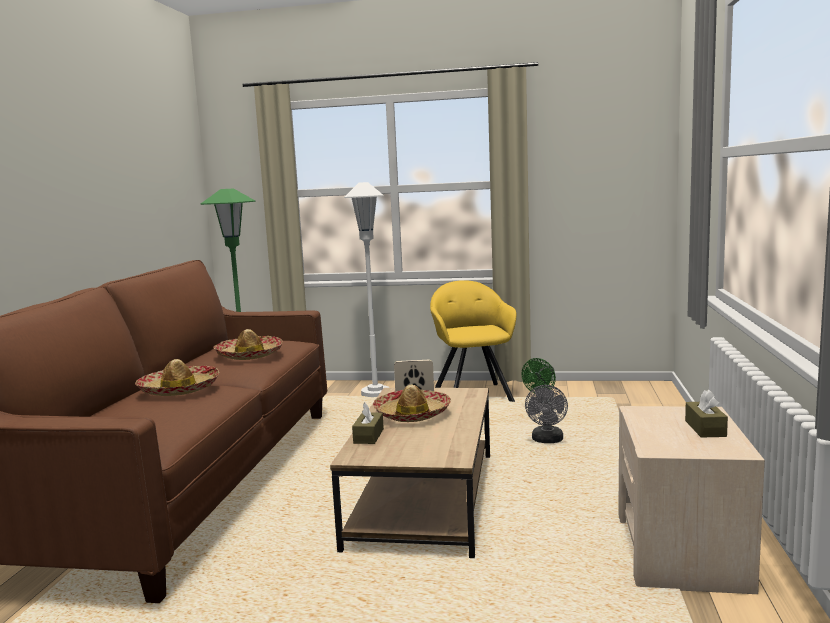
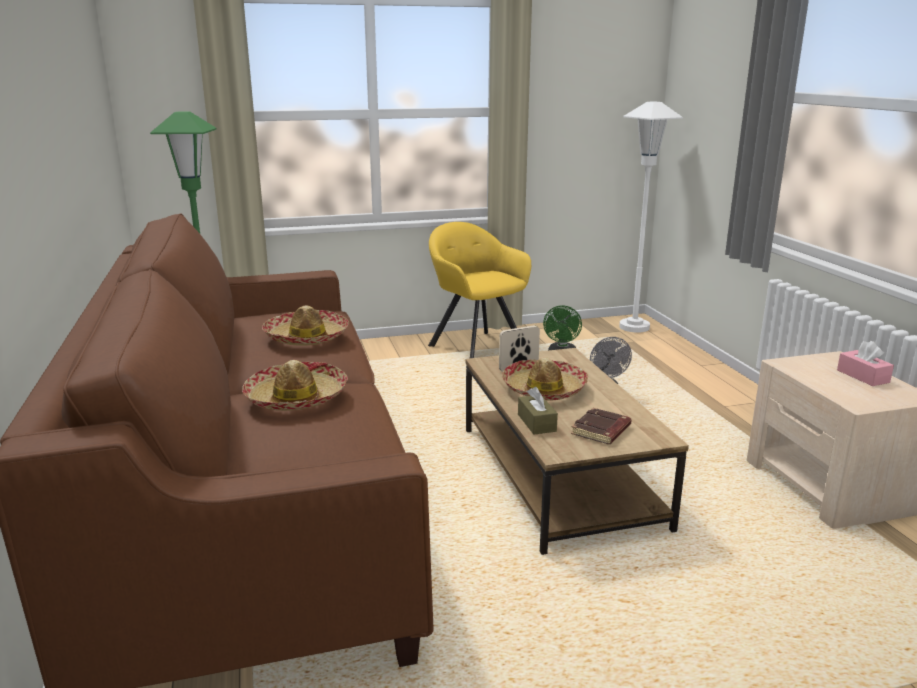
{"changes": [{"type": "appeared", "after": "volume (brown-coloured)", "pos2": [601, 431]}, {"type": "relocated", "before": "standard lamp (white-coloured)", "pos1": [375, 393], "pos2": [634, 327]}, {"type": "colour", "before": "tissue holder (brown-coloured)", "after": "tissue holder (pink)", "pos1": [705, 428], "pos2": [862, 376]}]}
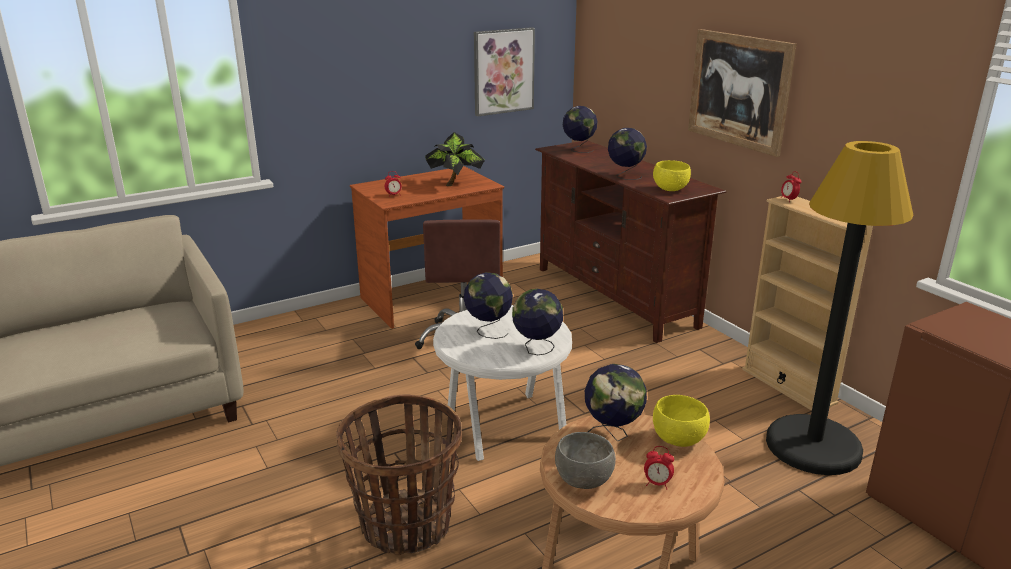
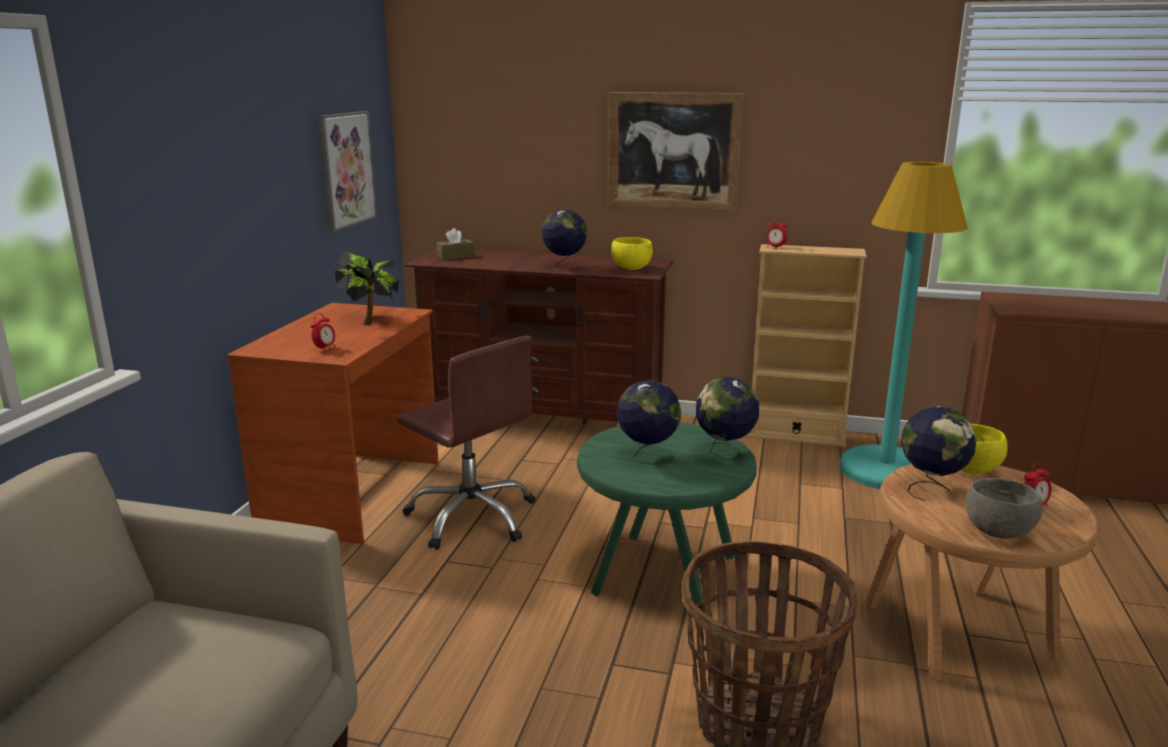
{"changes": [{"type": "exchanged", "before": "world globe", "after": "tissue holder (brown-coloured)", "pos1": [578, 149], "pos2": [455, 256]}, {"type": "colour", "before": "side table (white-coloured)", "after": "side table (green)", "pos1": [503, 426], "pos2": [662, 577]}, {"type": "colour", "before": "standard lamp (blackish)", "after": "standard lamp (blue-green)", "pos1": [813, 446], "pos2": [885, 470]}]}
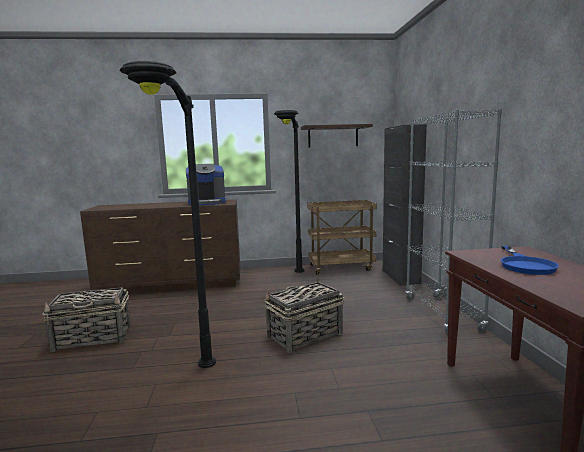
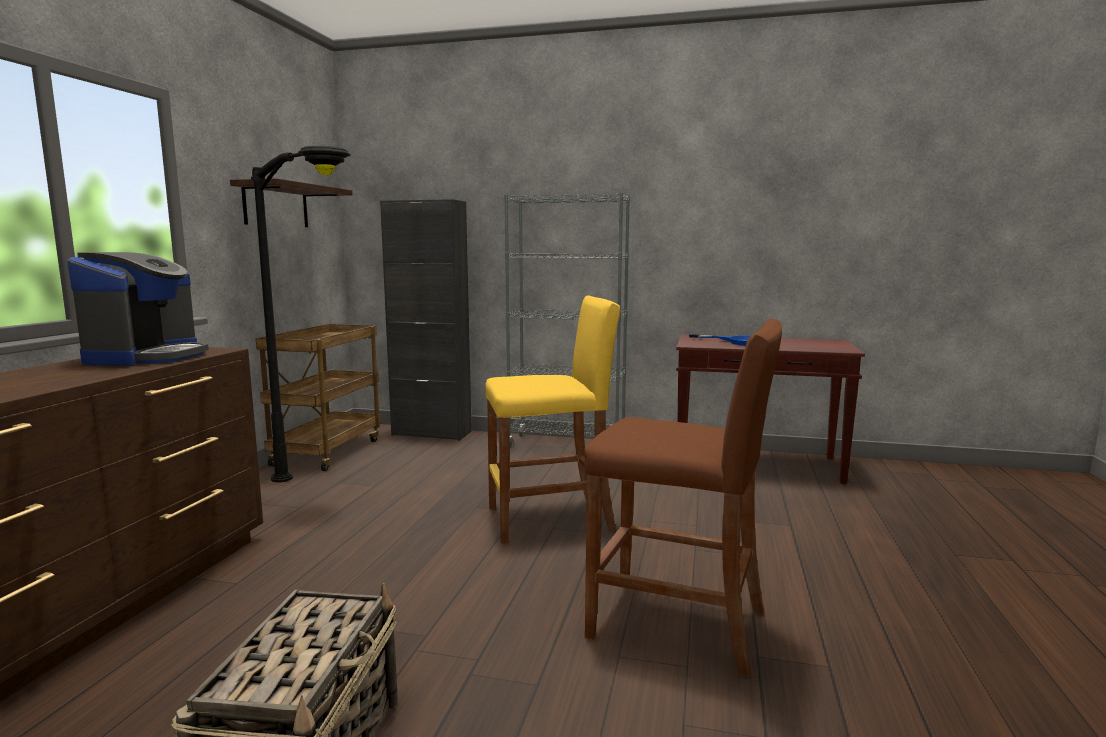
{"changes": [{"type": "exchanged", "before": "household basket", "after": "stool (yellowish)", "pos1": [304, 335], "pos2": [550, 519]}, {"type": "exchanged", "before": "standard lamp (blackish)", "after": "stool (brown-coloured)", "pos1": [189, 398], "pos2": [678, 624]}]}
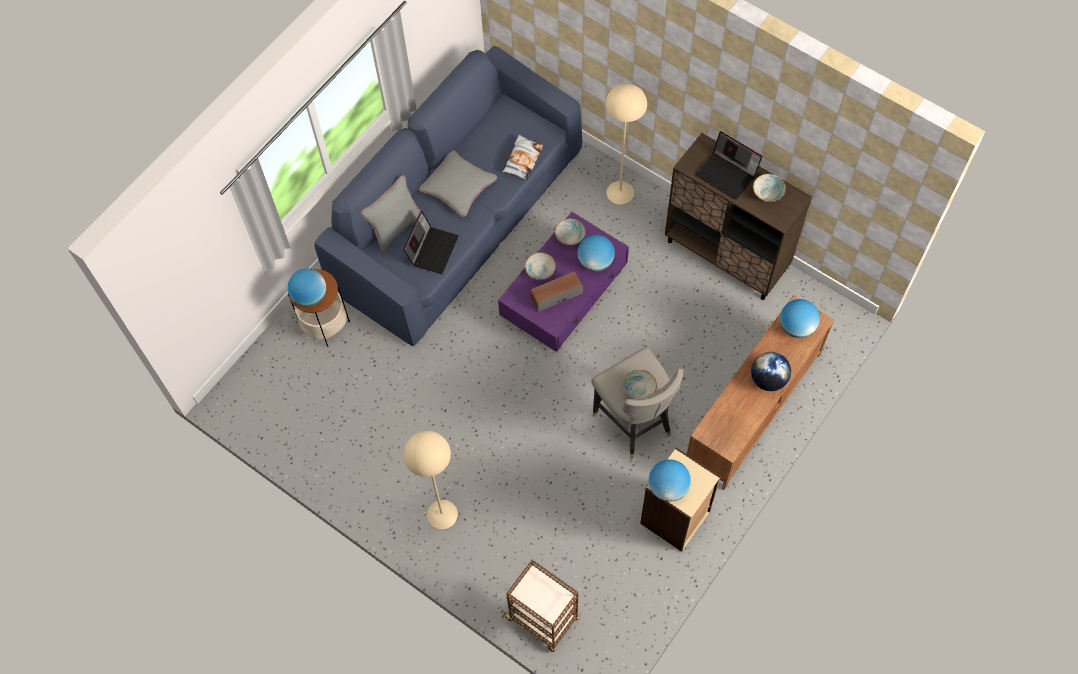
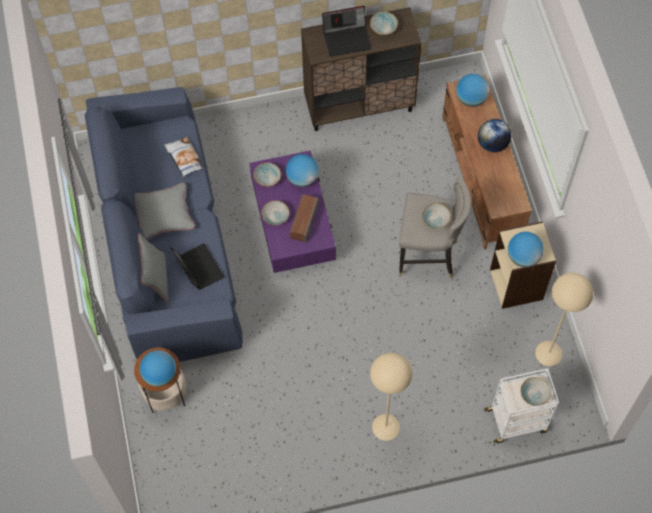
{"changes": [{"type": "colour", "before": "cart (brown-coloured)", "after": "cart (white-coloured)", "pos1": [543, 619], "pos2": [517, 420]}, {"type": "appeared", "after": "bowl", "pos2": [534, 394]}, {"type": "relocated", "before": "standard lamp (beige)", "pos1": [620, 192], "pos2": [549, 353]}]}
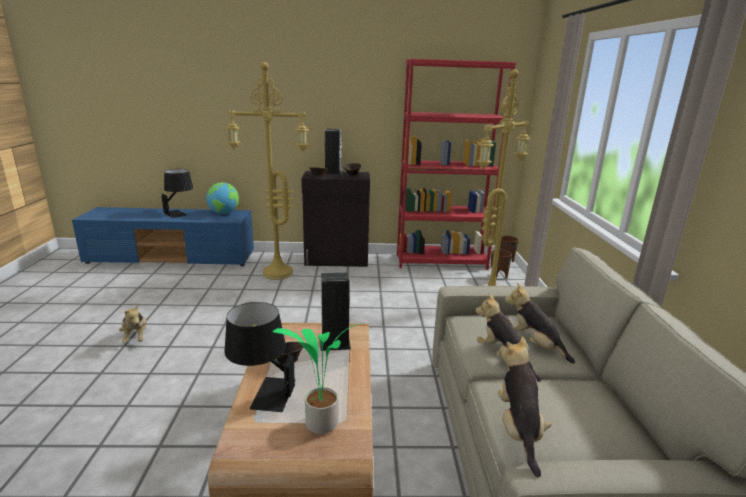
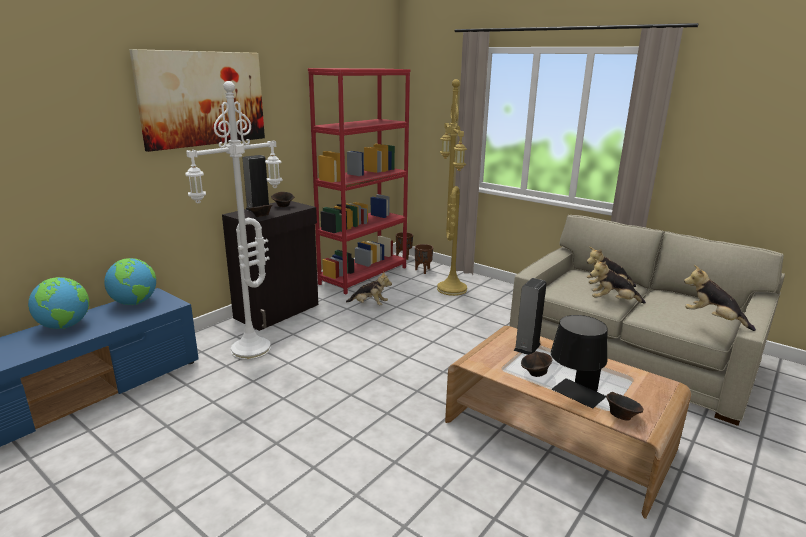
{"changes": [{"type": "exchanged", "before": "table lamp (blackish)", "after": "world globe", "pos1": [180, 212], "pos2": [65, 326]}, {"type": "appeared", "after": "wall art", "pos2": [203, 98]}, {"type": "colour", "before": "standard lamp (yellowish)", "after": "standard lamp (white-coloured)", "pos1": [276, 274], "pos2": [251, 351]}, {"type": "relocated", "before": "cuddly toy", "pos1": [136, 337], "pos2": [369, 305]}, {"type": "appeared", "after": "bowl (brown-coloured)", "pos2": [621, 416]}, {"type": "missing", "before": "houseplant", "pos1": [320, 424]}]}
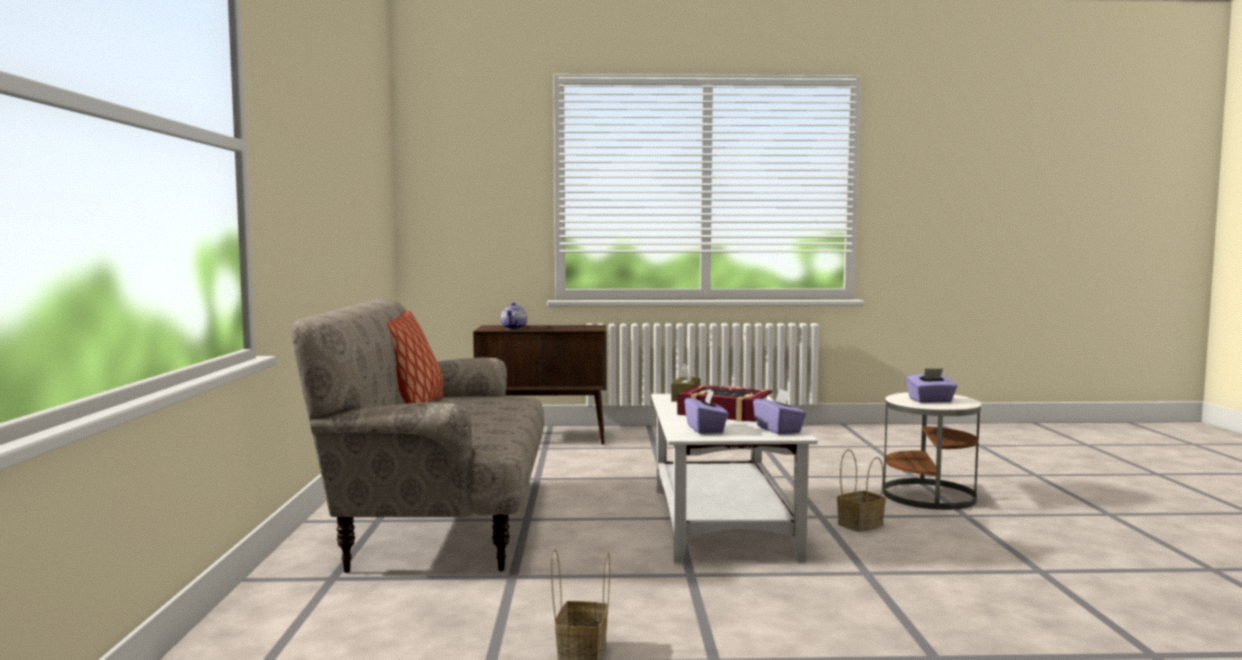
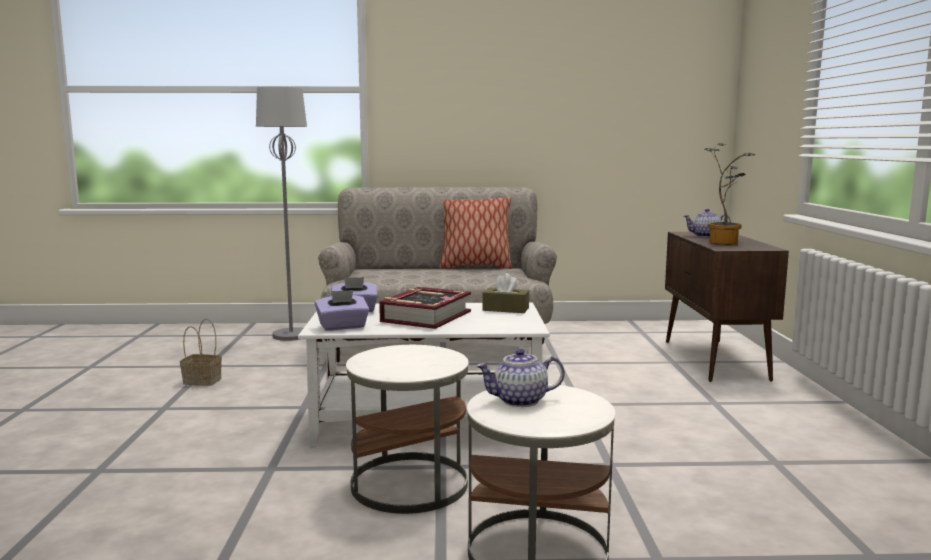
{"changes": [{"type": "appeared", "after": "standard lamp (gray)", "pos2": [291, 335]}, {"type": "exchanged", "before": "household basket", "after": "side table (white-coloured)", "pos1": [860, 524], "pos2": [410, 484]}, {"type": "exchanged", "before": "tissue holder (purplish)", "after": "teapot", "pos1": [930, 401], "pos2": [519, 401]}, {"type": "appeared", "after": "houseplant", "pos2": [724, 242]}]}
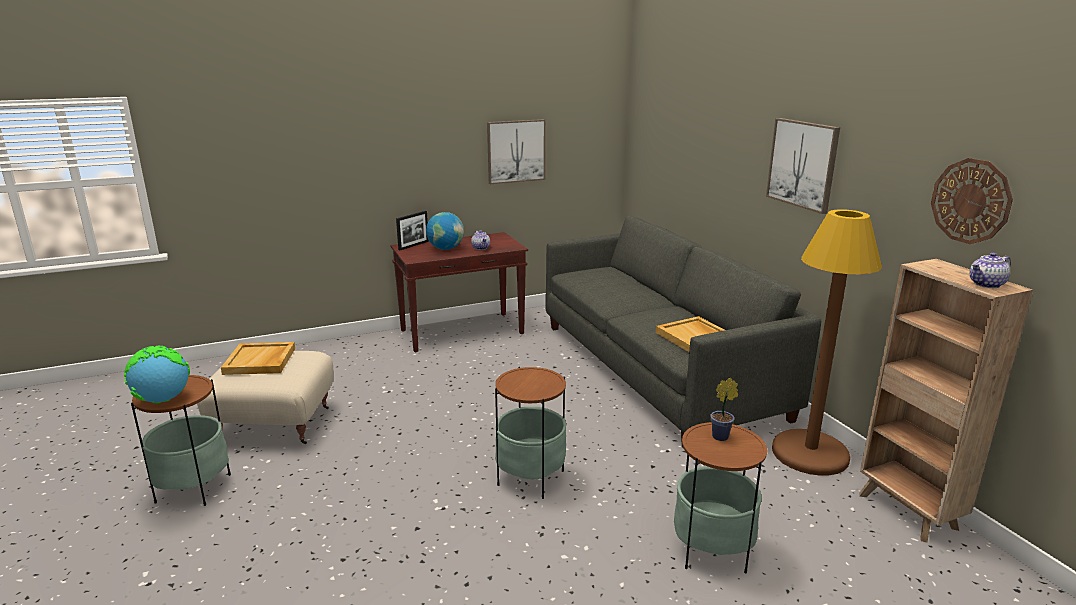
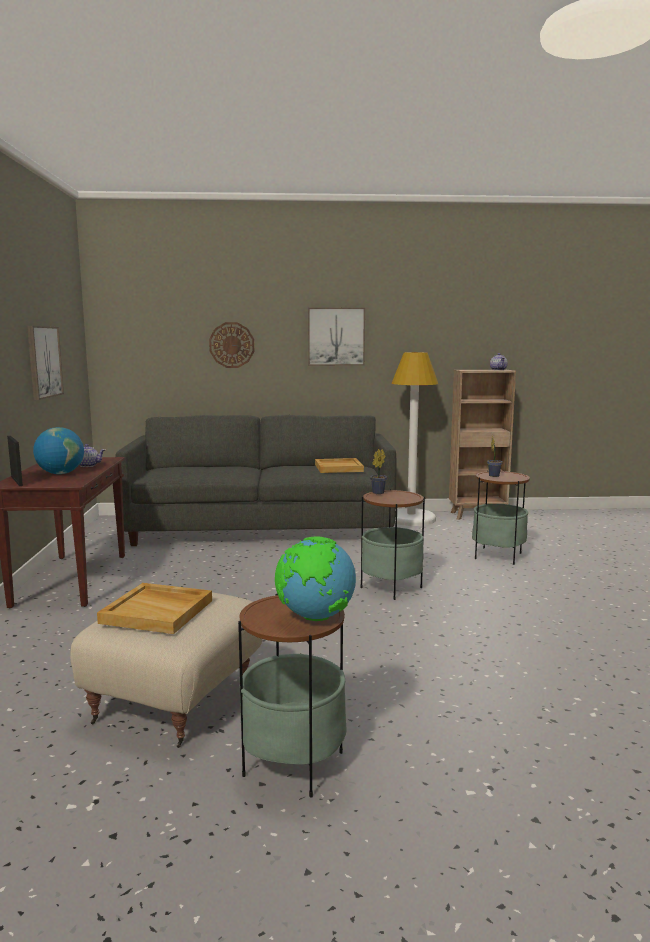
{"changes": [{"type": "relocated", "before": "wall clock", "pos1": [970, 201], "pos2": [232, 345]}, {"type": "appeared", "after": "houseplant", "pos2": [377, 493]}, {"type": "colour", "before": "standard lamp (brown-coloured)", "after": "standard lamp (white-coloured)", "pos1": [810, 453], "pos2": [411, 519]}]}
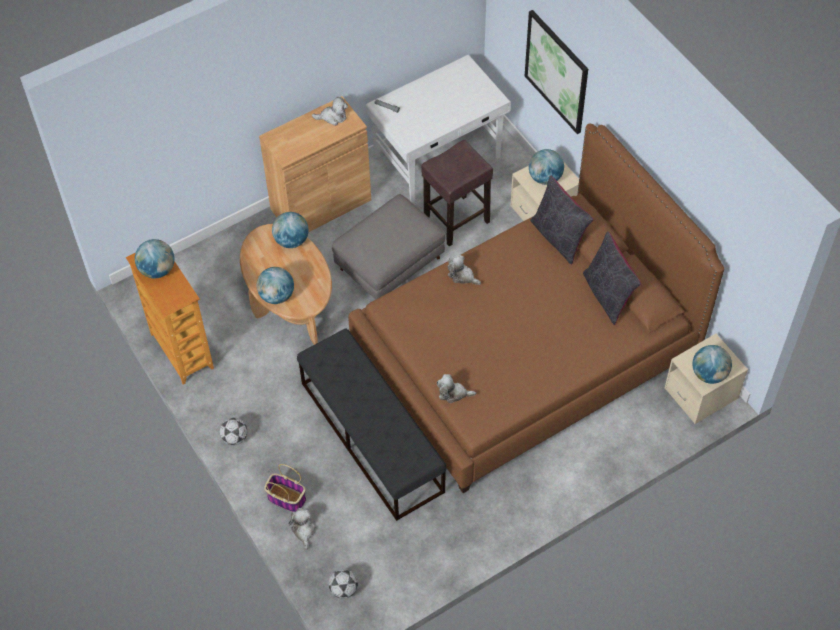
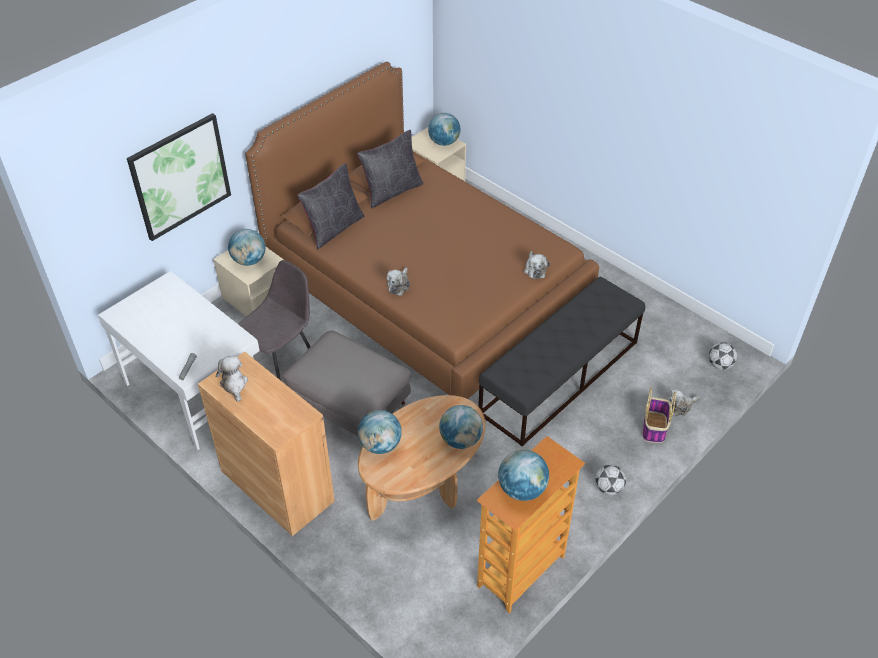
{"changes": [{"type": "exchanged", "before": "stool (brown-coloured)", "after": "upright chair (gray)", "pos1": [456, 221], "pos2": [281, 362]}]}
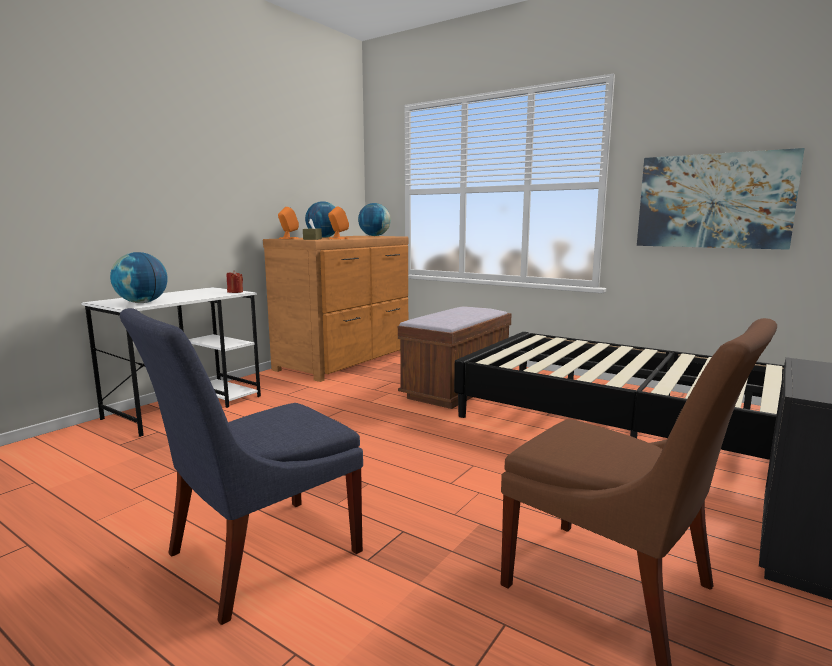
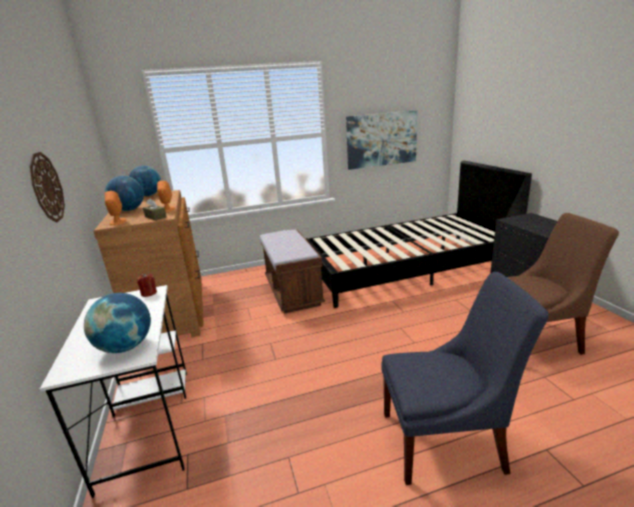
{"changes": [{"type": "appeared", "after": "wall clock", "pos2": [46, 187]}, {"type": "spun", "before": "upright chair (blue)", "pos1": [256, 555], "pos2": [447, 441], "turn": -90}]}
